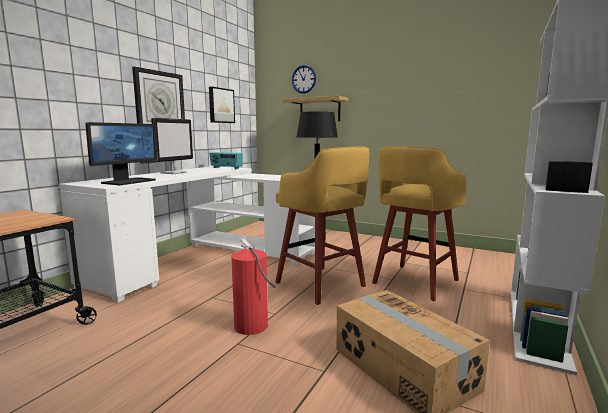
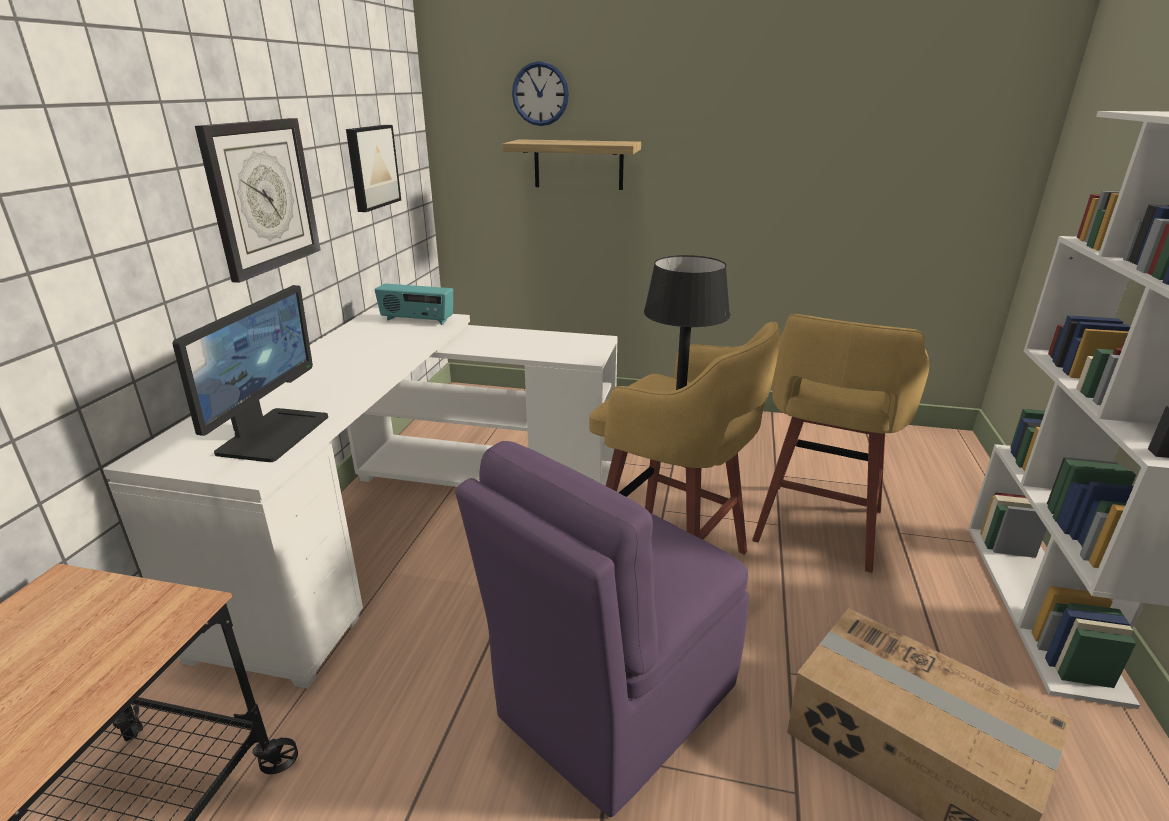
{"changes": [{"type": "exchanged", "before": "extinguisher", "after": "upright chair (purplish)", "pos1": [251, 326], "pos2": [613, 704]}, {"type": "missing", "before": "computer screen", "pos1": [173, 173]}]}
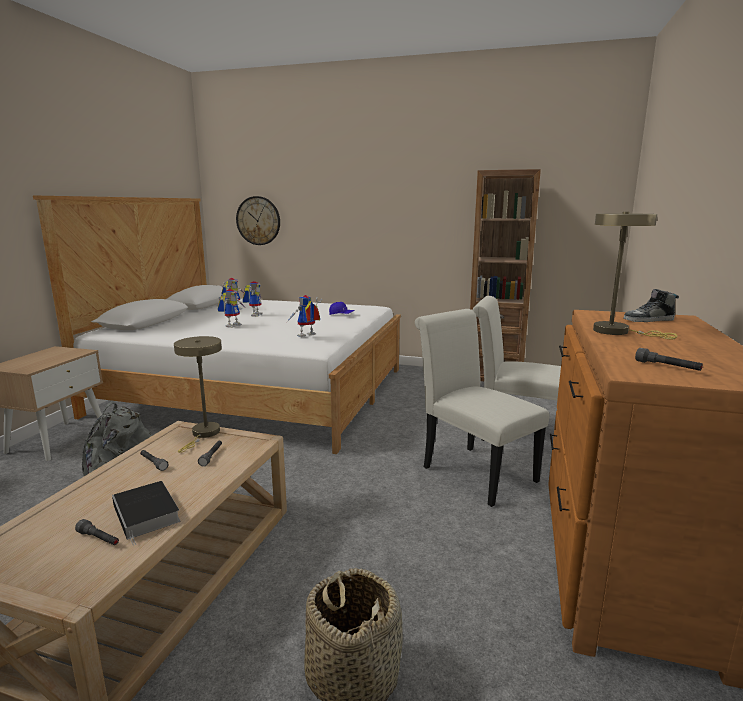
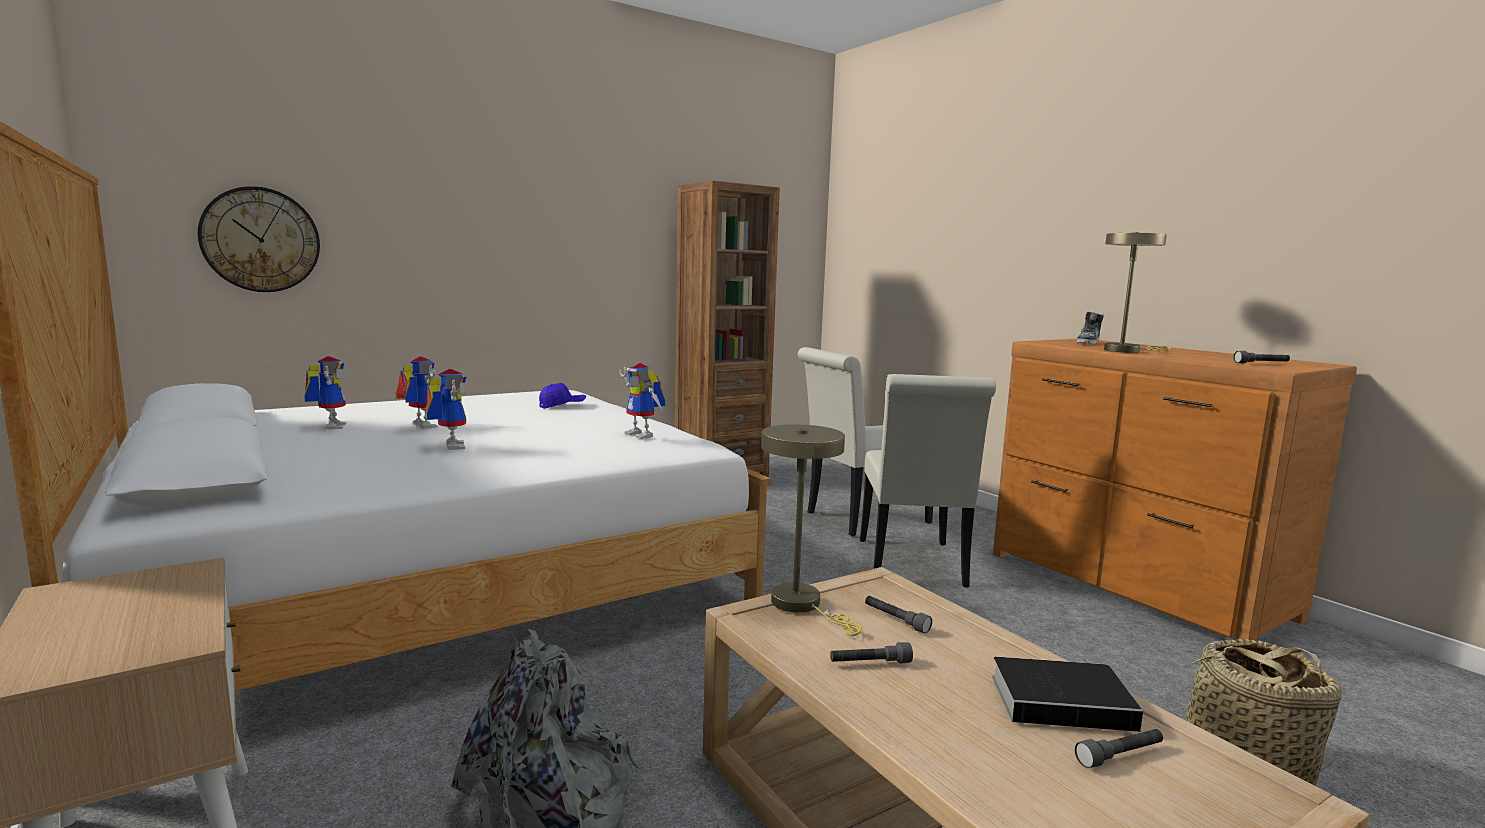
{"changes": [{"type": "spun", "before": "model robot", "pos1": [306, 336], "pos2": [644, 435], "turn": -45}, {"type": "spun", "before": "upright chair (white-coloured)", "pos1": [473, 471], "pos2": [912, 566], "turn": -90}]}
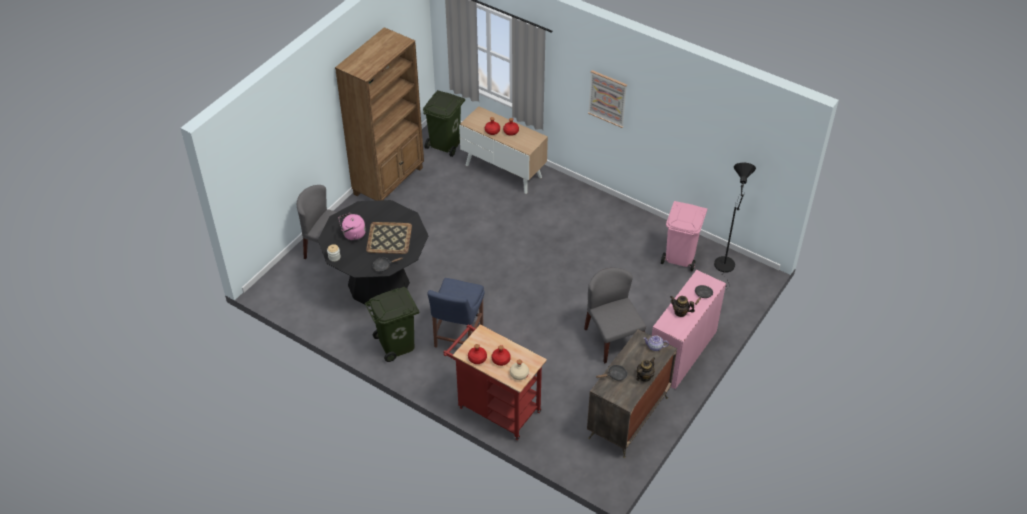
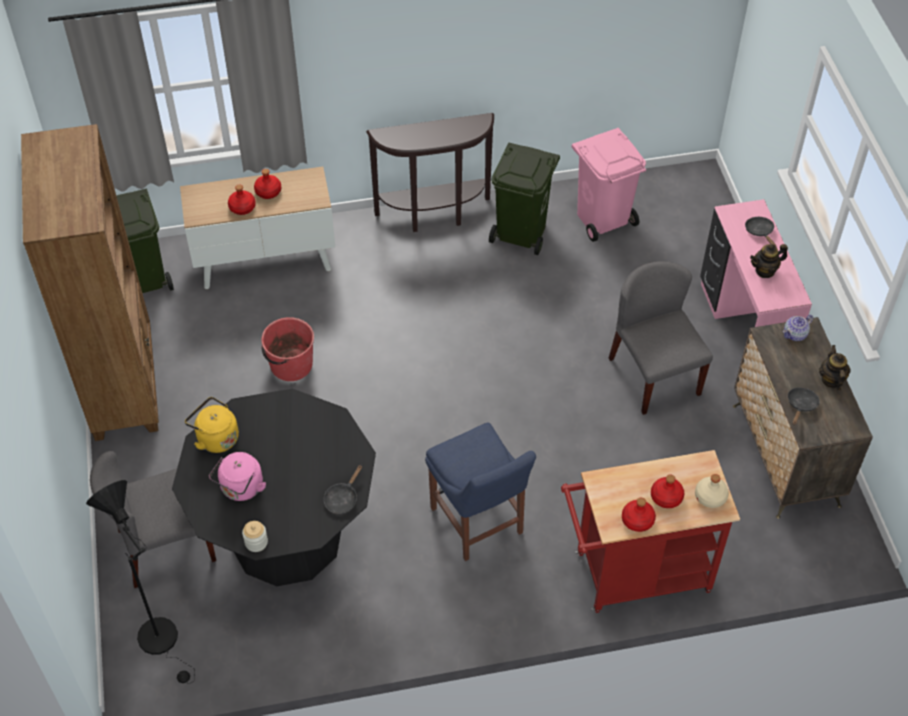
{"changes": [{"type": "relocated", "before": "standard lamp (blackish)", "pos1": [725, 268], "pos2": [163, 641]}, {"type": "appeared", "after": "tea kettle (yellowish)", "pos2": [215, 438]}, {"type": "appeared", "after": "pail (reddish)", "pos2": [290, 365]}, {"type": "appeared", "after": "console table (brown-coloured)", "pos2": [435, 216]}, {"type": "relocated", "before": "waste bin (green)", "pos1": [397, 345], "pos2": [522, 233]}, {"type": "spun", "before": "upright chair (gray)", "pos1": [612, 339], "pos2": [653, 375], "turn": 45}, {"type": "missing", "before": "tray", "pos1": [388, 238]}, {"type": "missing", "before": "wall art", "pos1": [607, 98]}]}
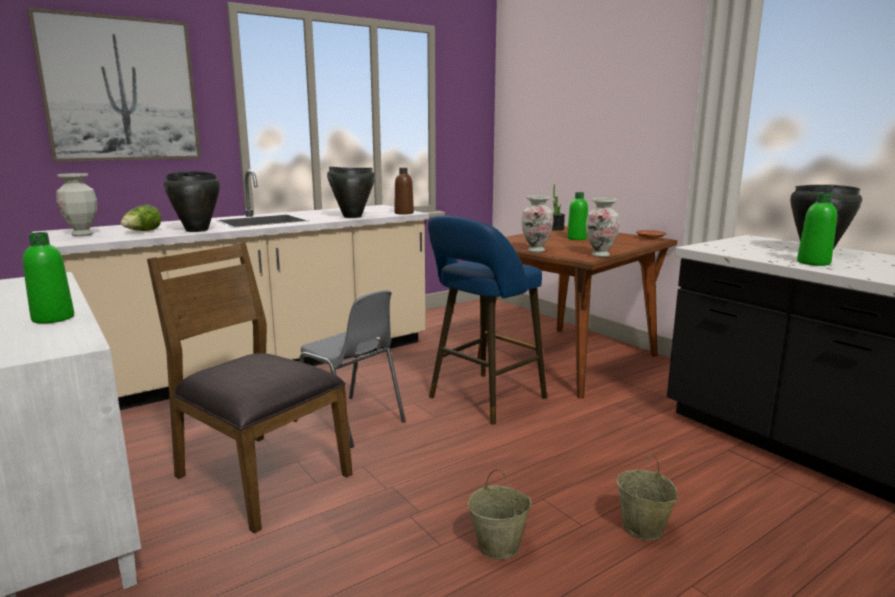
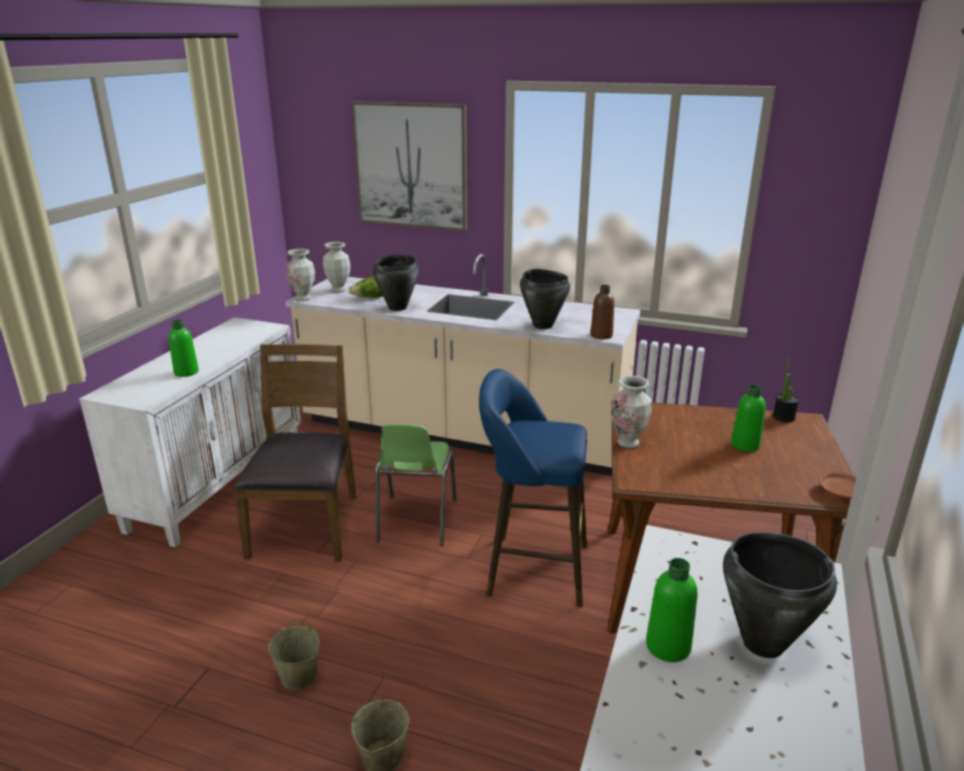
{"changes": [{"type": "relocated", "before": "vase", "pos1": [600, 255], "pos2": [303, 298]}, {"type": "colour", "before": "upright chair (gray)", "after": "upright chair (green)", "pos1": [350, 422], "pos2": [416, 521]}]}
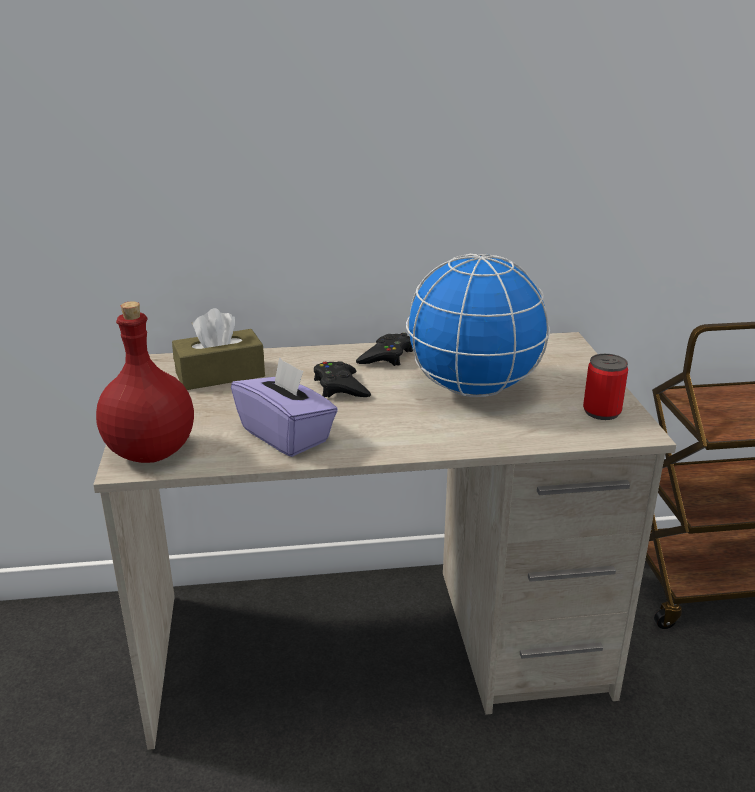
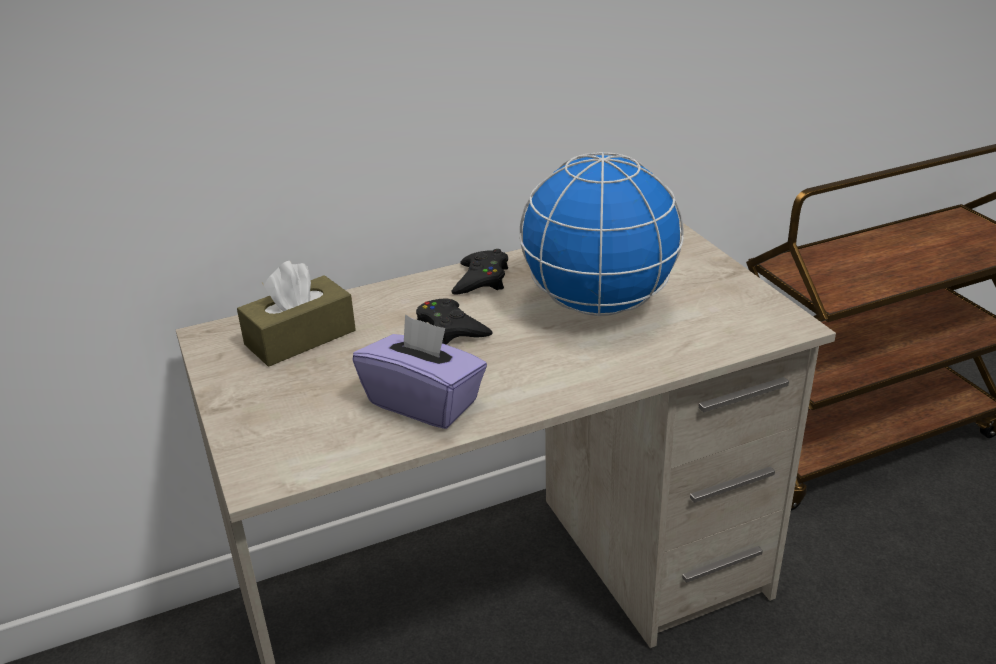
{"changes": [{"type": "missing", "before": "beverage bottle (reddish)", "pos1": [152, 451]}, {"type": "missing", "before": "can", "pos1": [601, 412]}]}
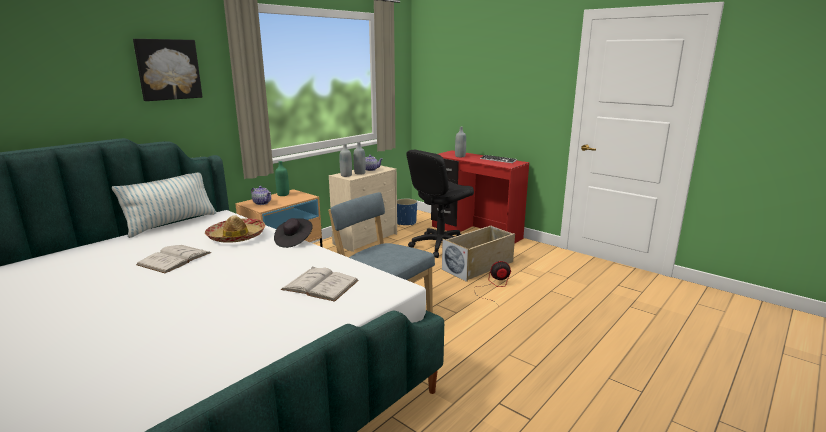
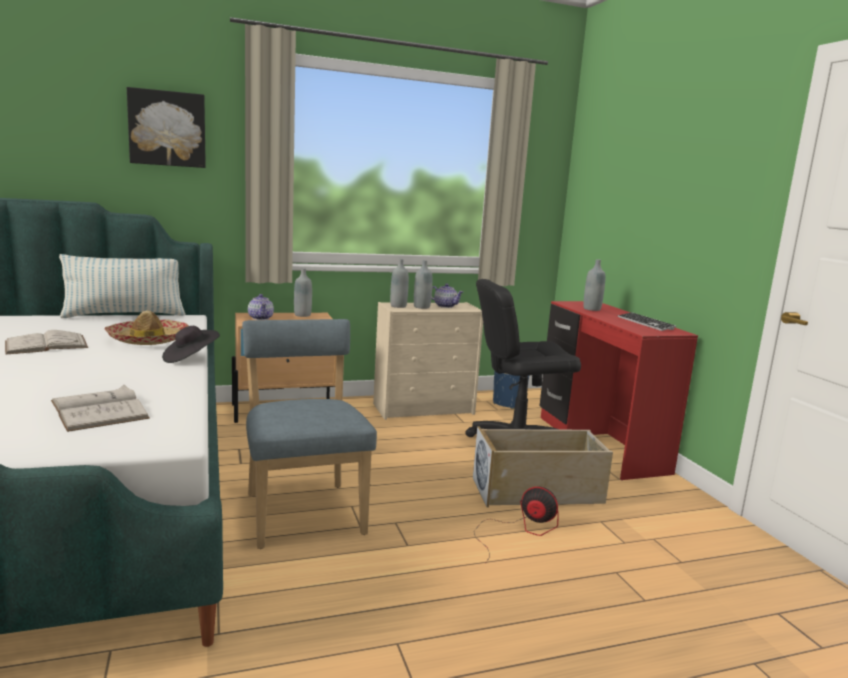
{"changes": [{"type": "colour", "before": "beverage bottle (green)", "after": "beverage bottle (gray)", "pos1": [283, 194], "pos2": [302, 315]}]}
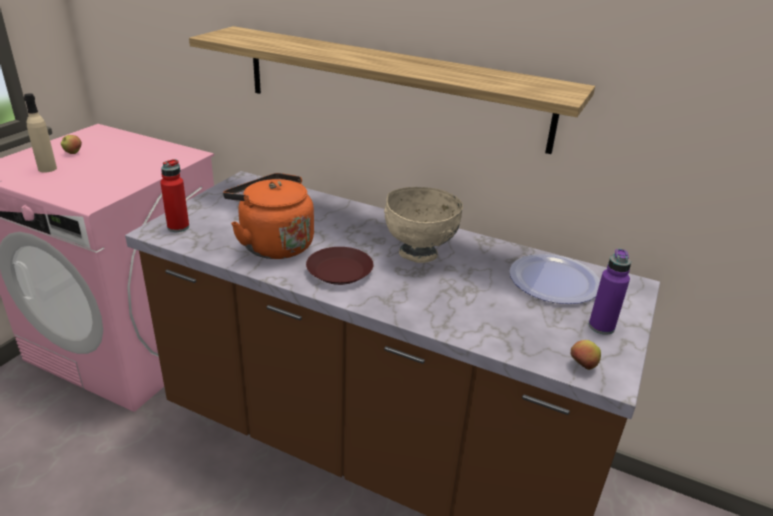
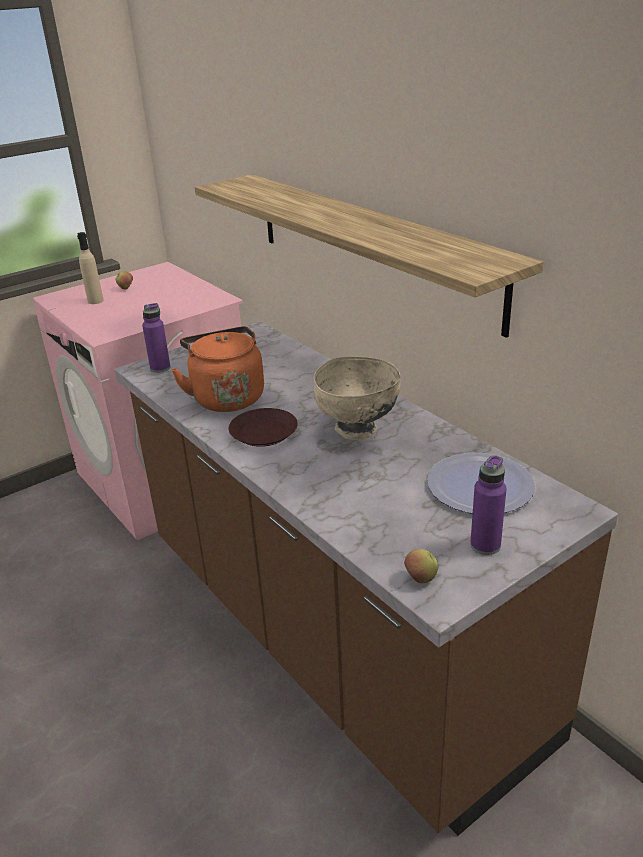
{"changes": [{"type": "colour", "before": "beverage bottle (reddish)", "after": "beverage bottle (purplish)", "pos1": [178, 227], "pos2": [160, 368]}]}
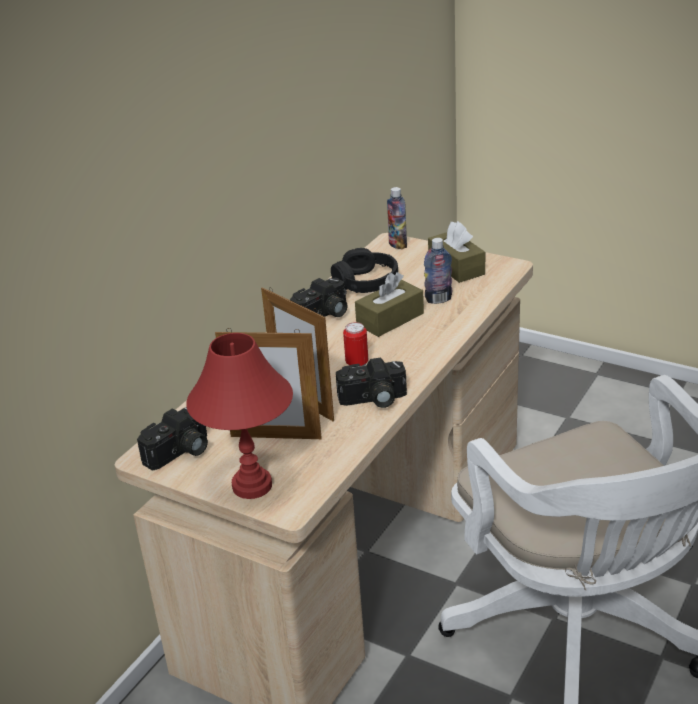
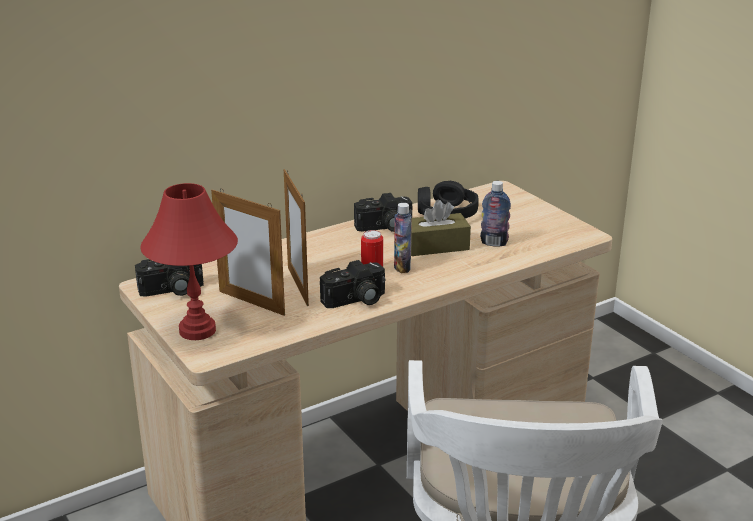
{"changes": [{"type": "spun", "before": "still camera", "pos1": [373, 400], "pos2": [356, 301], "turn": -45}, {"type": "relocated", "before": "beverage bottle", "pos1": [397, 245], "pos2": [402, 267]}, {"type": "missing", "before": "tissue holder (brown-coloured)", "pos1": [456, 267]}]}
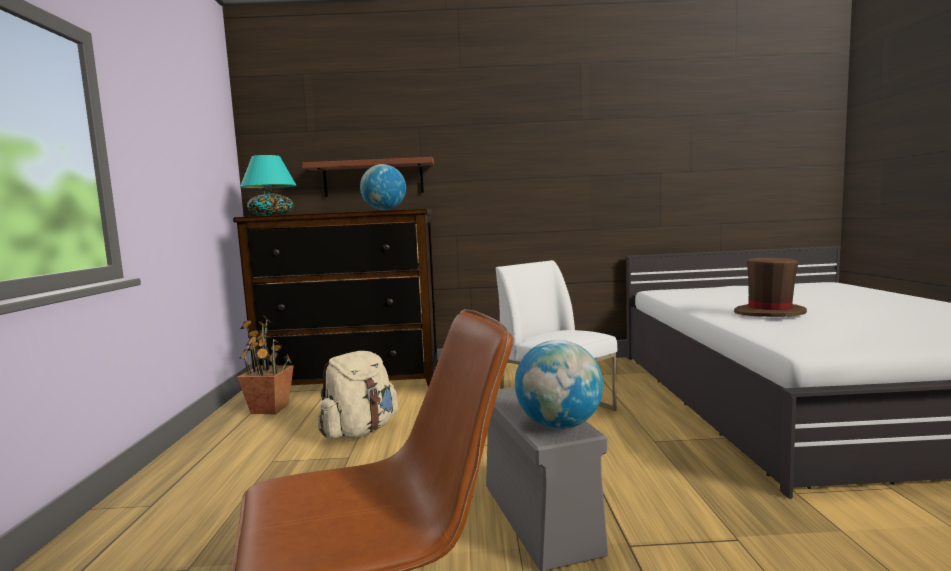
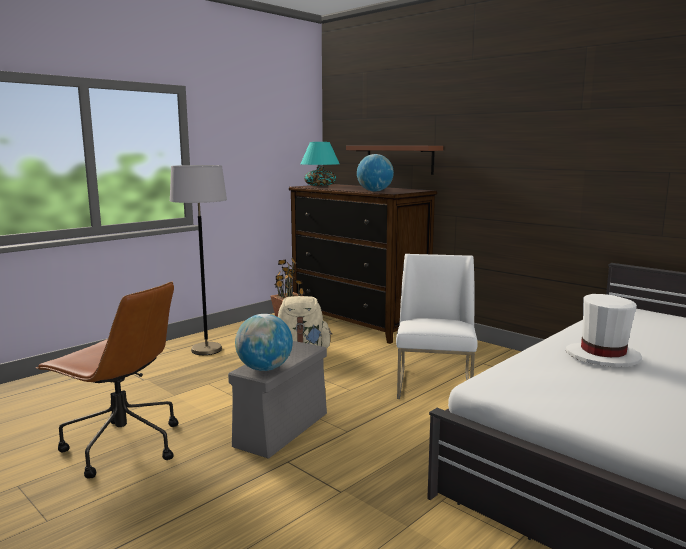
{"changes": [{"type": "appeared", "after": "standard lamp (gray)", "pos2": [206, 350]}, {"type": "colour", "before": "wearable hat (brown-coloured)", "after": "wearable hat (white-coloured)", "pos1": [769, 313], "pos2": [602, 356]}]}
